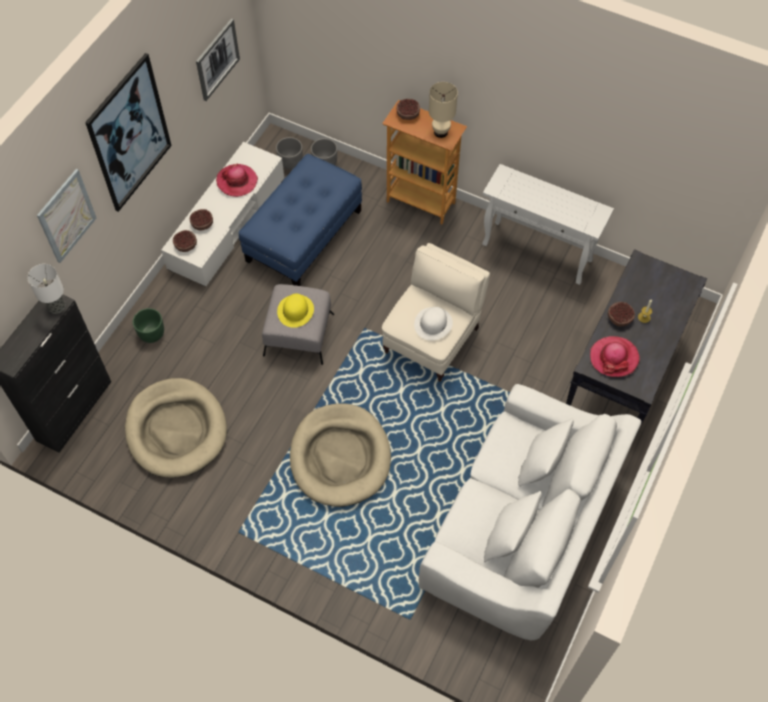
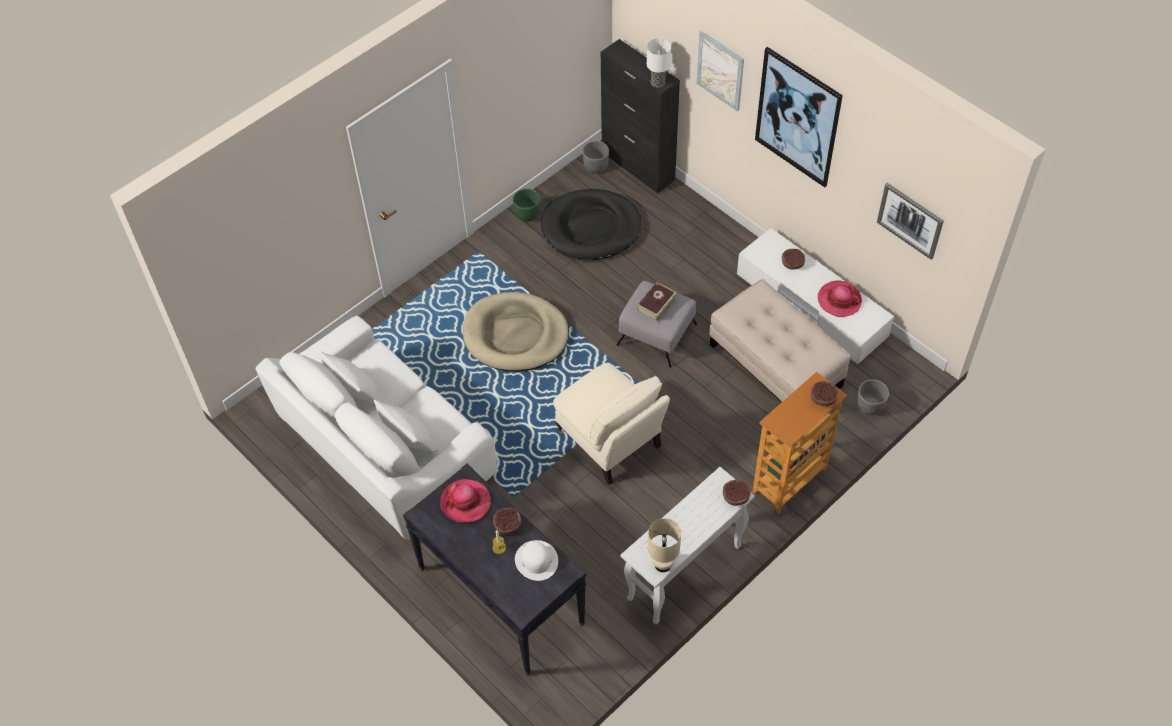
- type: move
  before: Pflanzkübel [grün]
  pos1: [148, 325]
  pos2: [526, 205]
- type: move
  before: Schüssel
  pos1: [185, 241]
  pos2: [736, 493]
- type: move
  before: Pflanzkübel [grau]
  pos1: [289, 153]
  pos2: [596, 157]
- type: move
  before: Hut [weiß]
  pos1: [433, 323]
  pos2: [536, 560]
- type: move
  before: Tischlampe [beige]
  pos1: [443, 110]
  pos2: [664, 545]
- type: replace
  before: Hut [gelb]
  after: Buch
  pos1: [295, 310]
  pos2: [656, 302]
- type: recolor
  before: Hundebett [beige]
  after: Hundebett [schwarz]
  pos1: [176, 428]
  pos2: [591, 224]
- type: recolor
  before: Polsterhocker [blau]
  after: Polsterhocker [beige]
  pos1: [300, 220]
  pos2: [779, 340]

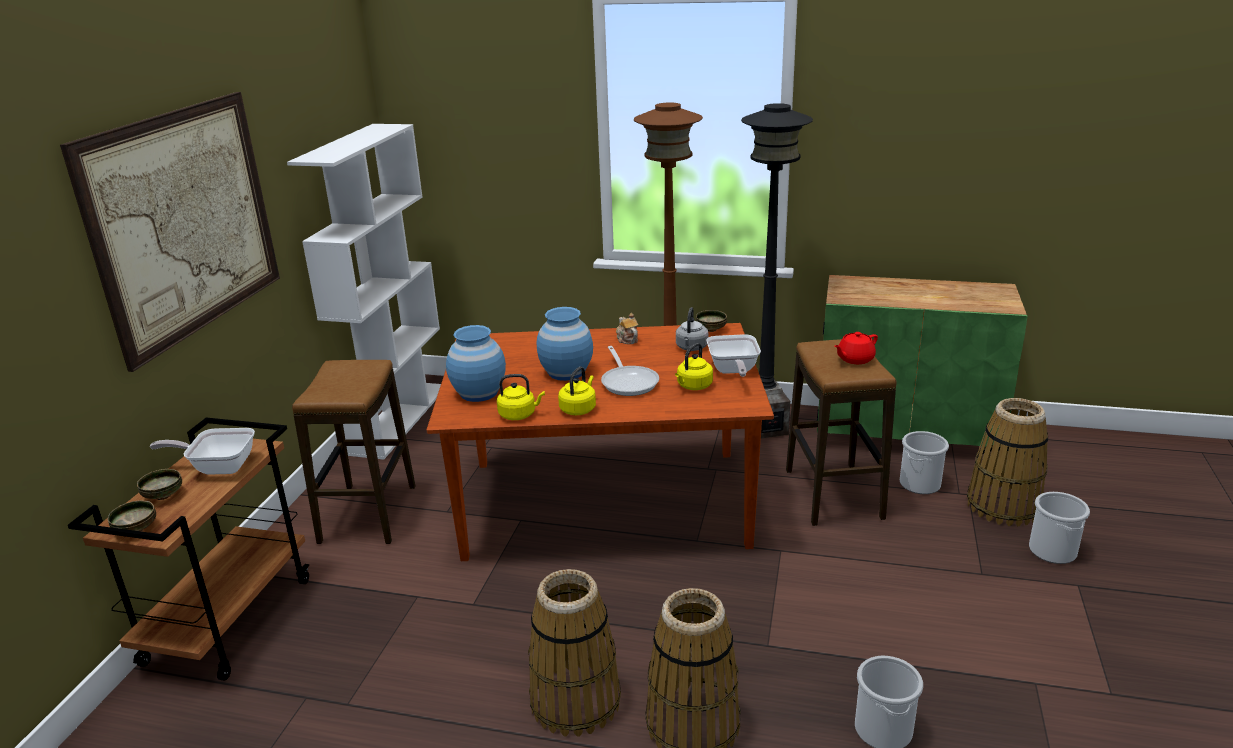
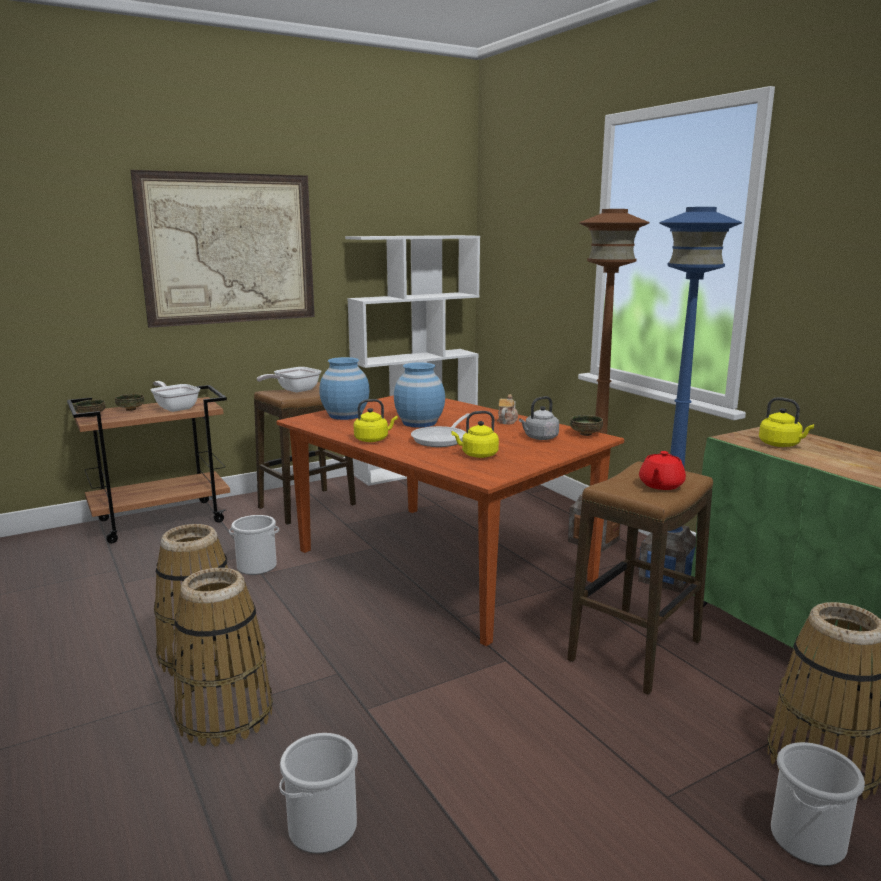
- type: move
  before: Wasserkessel [gelb]
  pos1: [521, 397]
  pos2: [786, 422]
- type: move
  before: Pfanne
  pos1: [733, 355]
  pos2: [288, 379]
- type: move
  before: Eimer
  pos1: [924, 462]
  pos2: [254, 545]
- type: recolor
  before: Stehlampe [schwarz]
  after: Stehlampe [blau]
  pos1: [777, 271]
  pos2: [690, 400]
- type: rotate
  before: Teekanne [rot]
  pos1: [856, 348]
  pos2: [662, 470]
  turn: -75

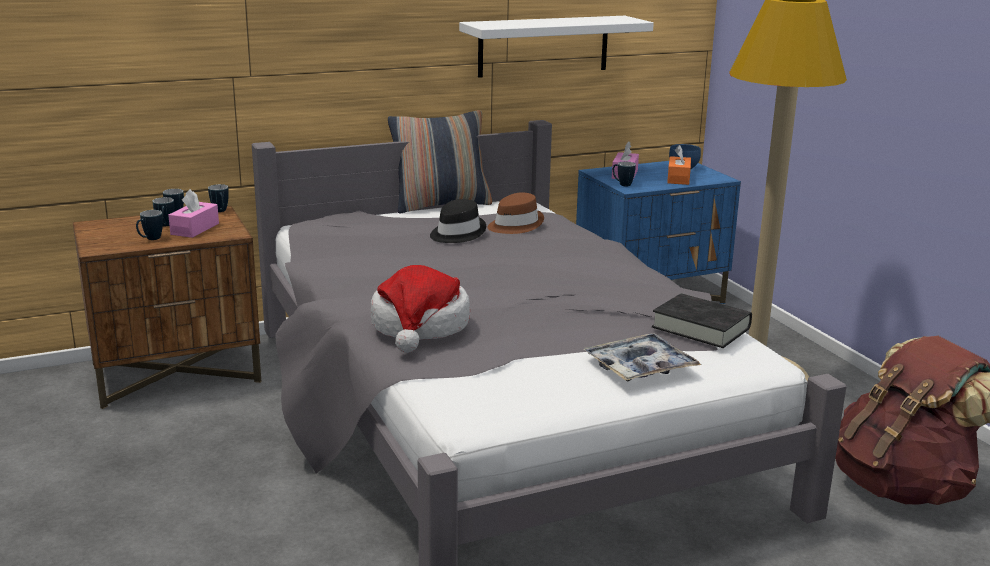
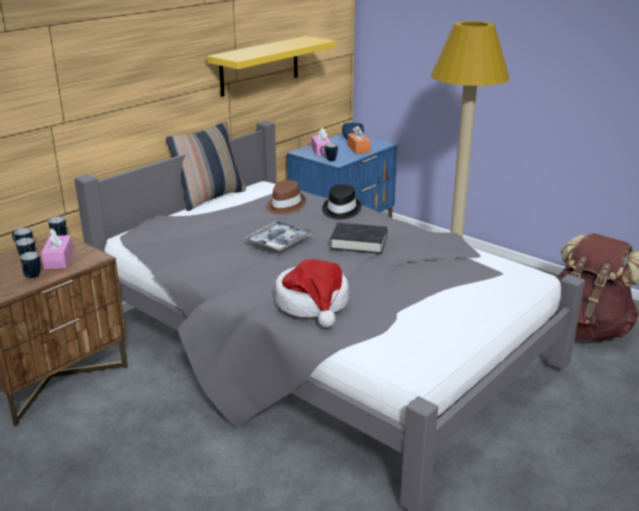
- type: move
  before: Hut [schwarz]
  pos1: [458, 221]
  pos2: [341, 202]
- type: move
  before: Tablett
  pos1: [642, 357]
  pos2: [279, 236]
- type: move
  before: Buch [schwarz]
  pos1: [702, 320]
  pos2: [358, 238]
- type: recolor
  before: Wandregal [weiß]
  after: Wandregal [gelb]
  pos1: [556, 47]
  pos2: [271, 66]

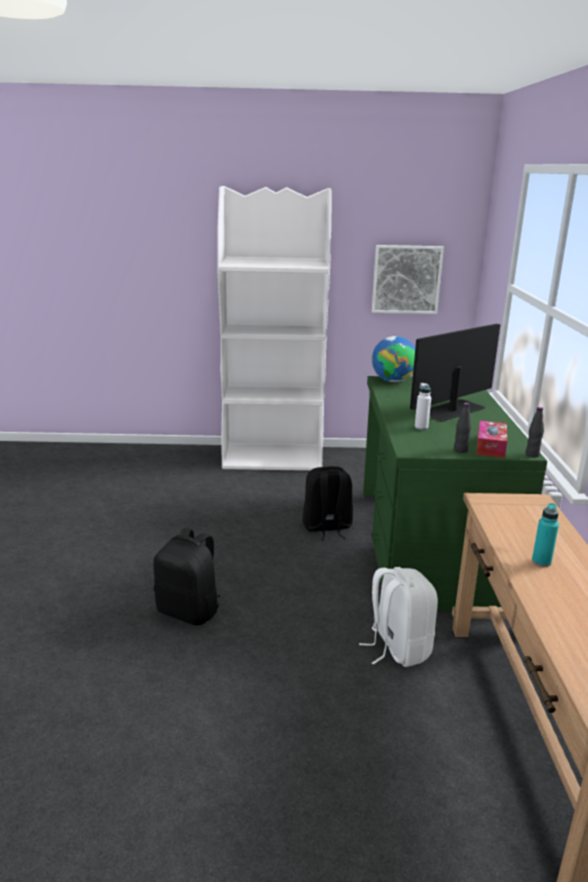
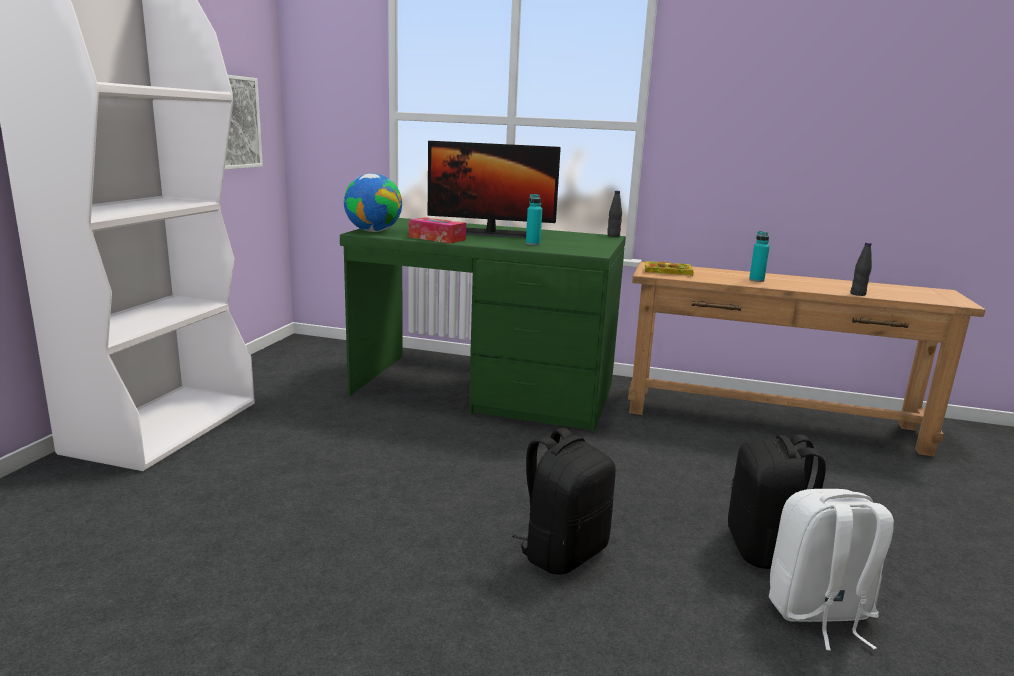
- type: insert
  after: Buch
  pos2: [669, 268]
- type: move
  before: Rucksack [schwarz]
  pos1: [327, 503]
  pos2: [777, 501]
- type: move
  before: Rucksack [weiß]
  pos1: [398, 617]
  pos2: [831, 570]
- type: move
  before: Flasche [schwarz]
  pos1: [462, 428]
  pos2: [861, 269]
- type: move
  before: Taschentuchbox
  pos1: [491, 439]
  pos2: [437, 230]
- type: recolor
  before: Flasche [weiß]
  after: Flasche [türkis]
  pos1: [423, 406]
  pos2: [534, 219]
- type: rotate
  before: Monitor
  pos1: [455, 373]
  pos2: [494, 189]
  turn: -60

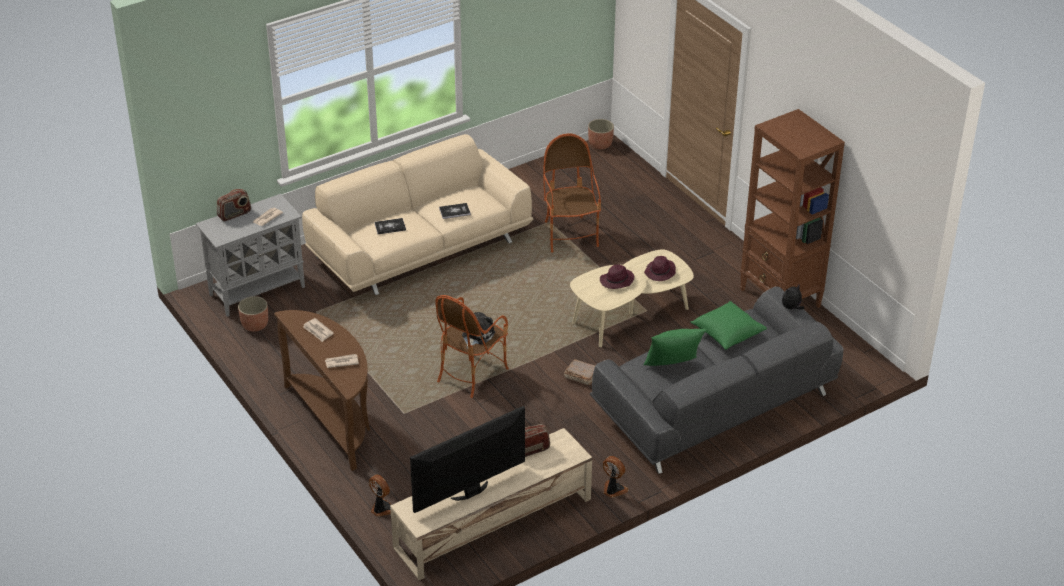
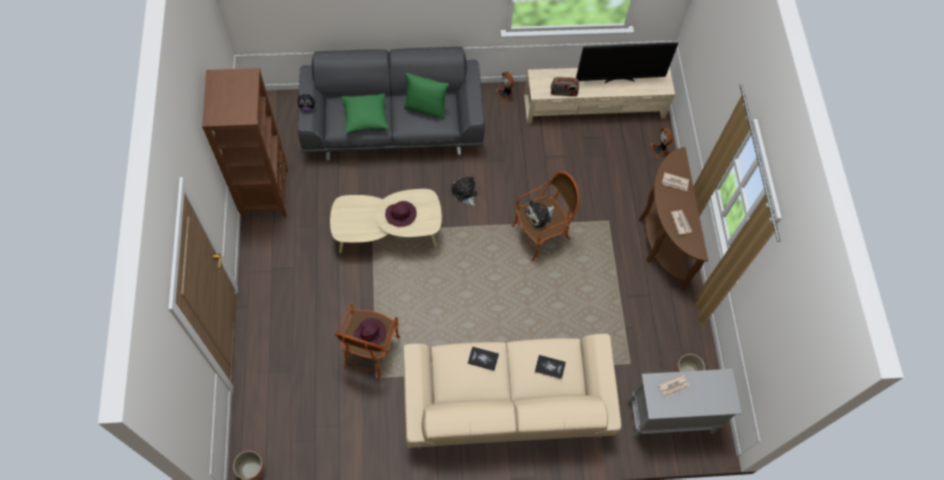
- type: delete
  before: Radio
  pos1: [234, 205]
- type: move
  before: Hut [lila]
  pos1: [660, 268]
  pos2: [370, 331]
- type: replace
  before: Buch [braun]
  after: Plüschtier
  pos1: [579, 372]
  pos2: [464, 191]

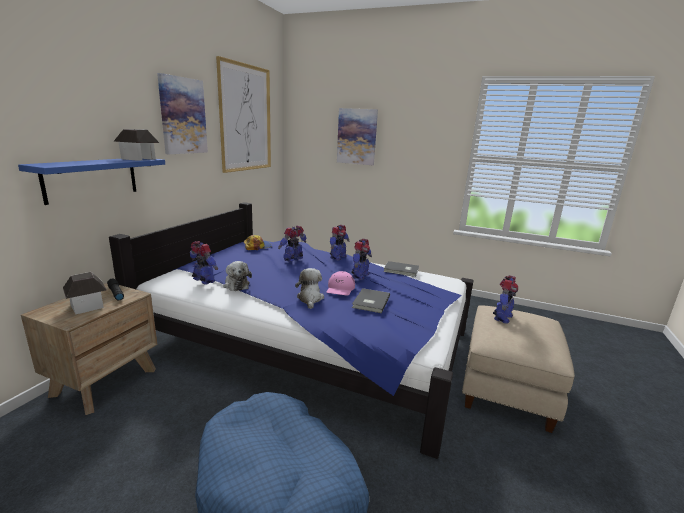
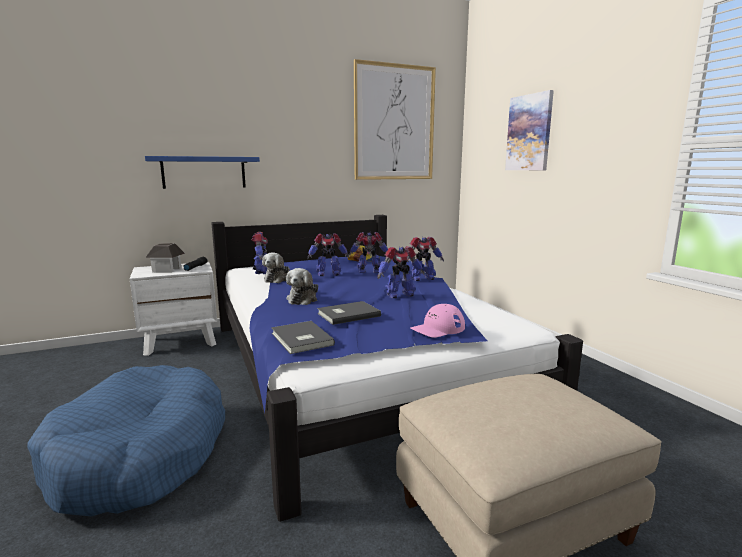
- type: delete
  before: Spielzeughaus
  pos1: [136, 145]
- type: delete
  before: Bild
  pos1: [182, 113]
- type: move
  before: Kappe [rosa]
  pos1: [341, 283]
  pos2: [437, 321]
- type: move
  before: Buch [grau]
  pos1: [401, 269]
  pos2: [303, 337]
- type: move
  before: Spielzeugroboter
  pos1: [506, 299]
  pos2: [328, 254]
- type: recolor
  before: Nachttisch [braun]
  after: Nachttisch [weiß]
  pos1: [89, 349]
  pos2: [173, 309]
- type: rotate
  before: Plüschtier
  pos1: [309, 288]
  pos2: [302, 286]
  turn: 150

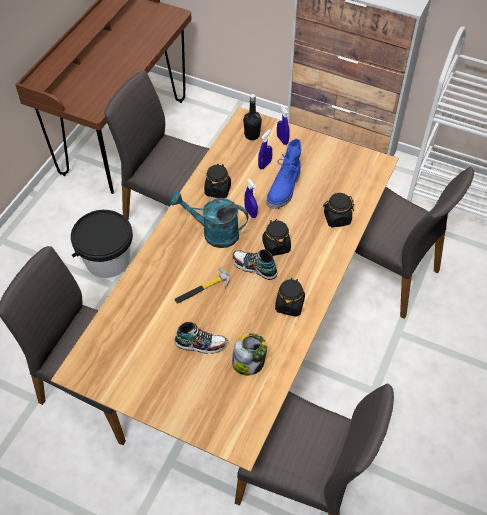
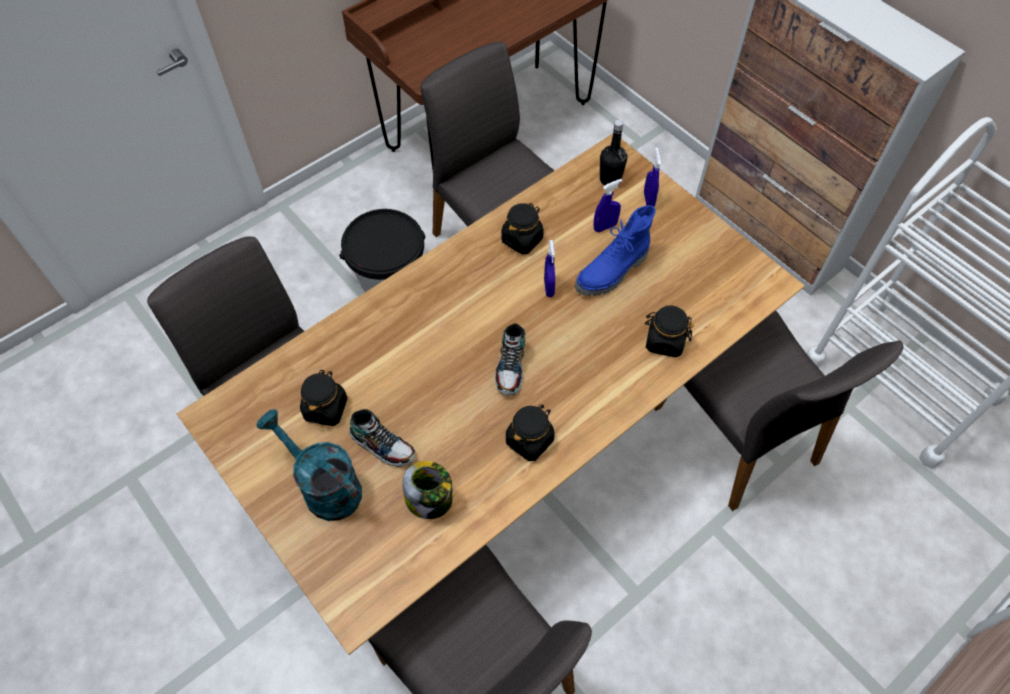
- type: delete
  before: Hammer
  pos1: [202, 285]
- type: move
  before: Gießkanne [türkis]
  pos1: [209, 219]
  pos2: [309, 465]
- type: move
  before: Vorratsglas [schwarz]
  pos1: [276, 237]
  pos2: [324, 398]
- type: rotate
  before: Schuh
  pos1: [255, 264]
  pos2: [510, 359]
  turn: -135

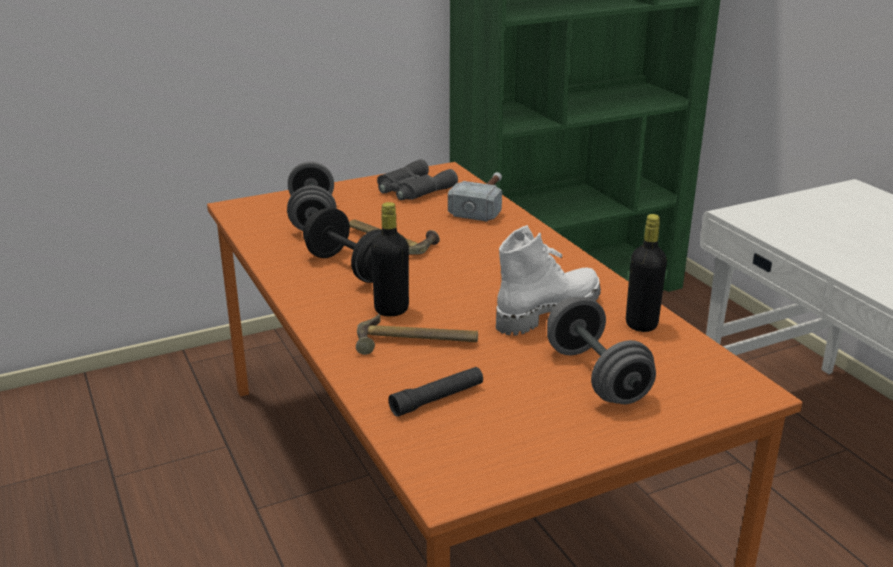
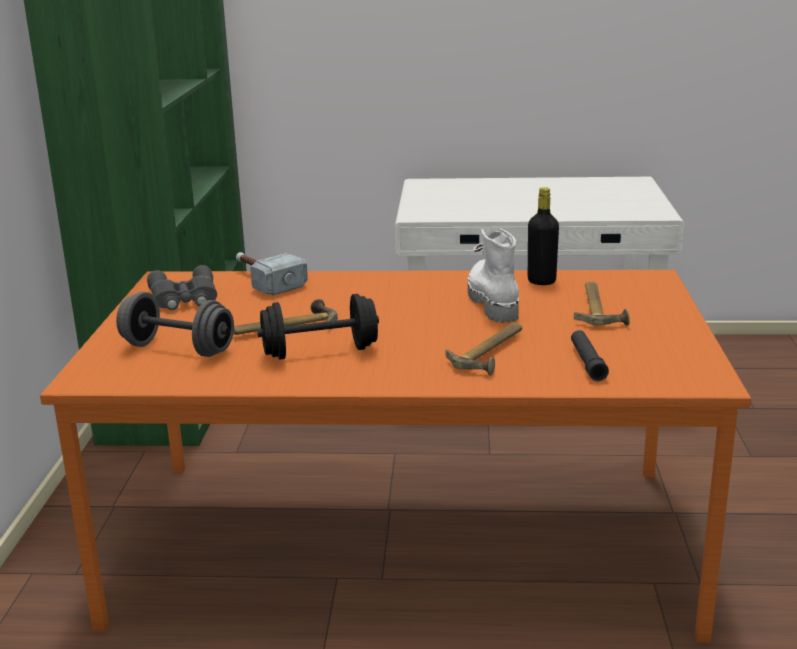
- type: delete
  before: Flasche [schwarz]
  pos1: [390, 259]
- type: replace
  before: Hantel [grau]
  after: Hammer
  pos1: [601, 350]
  pos2: [602, 304]

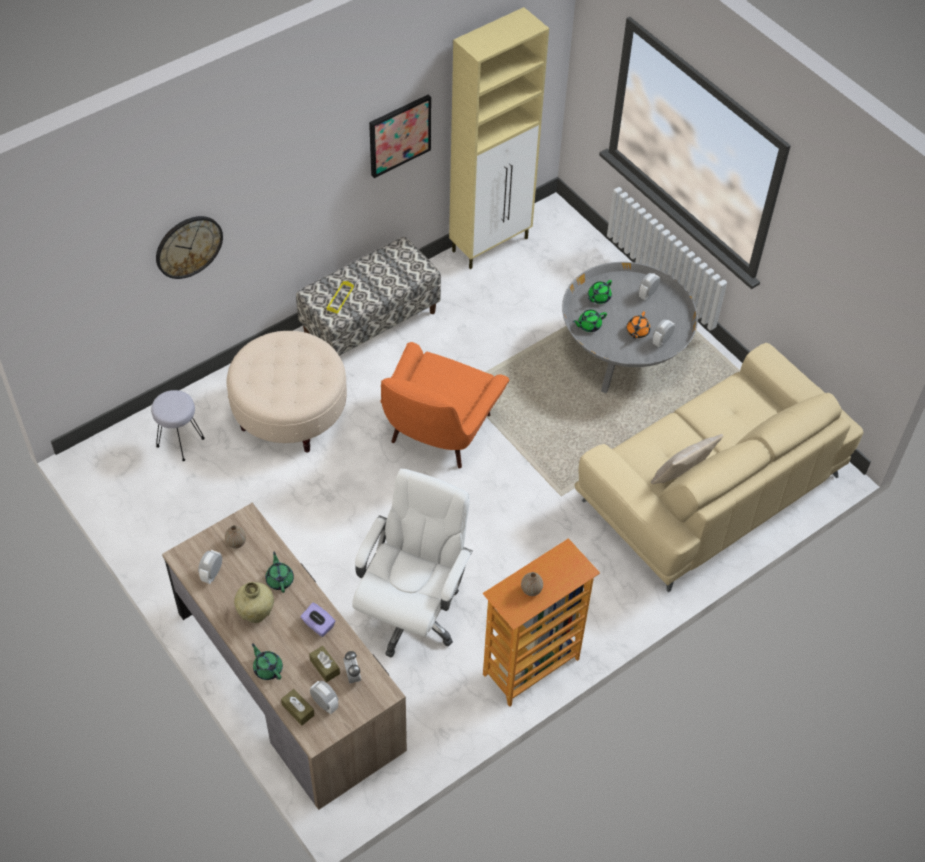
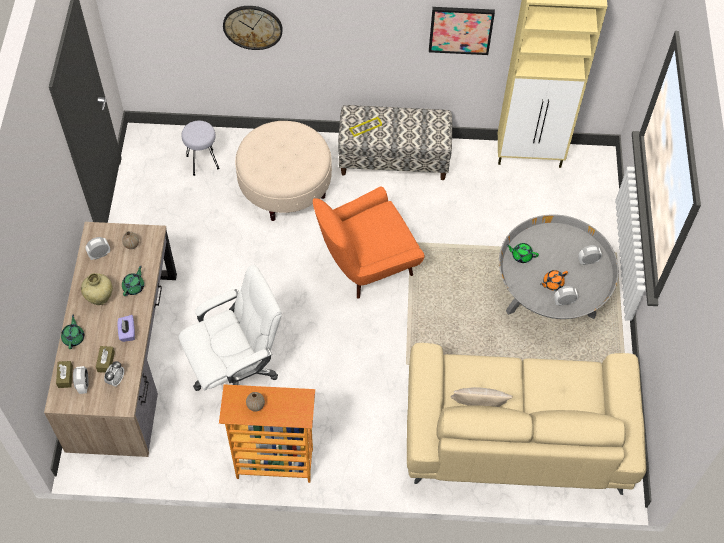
- type: delete
  before: Teekanne [grün]
  pos1: [600, 292]

